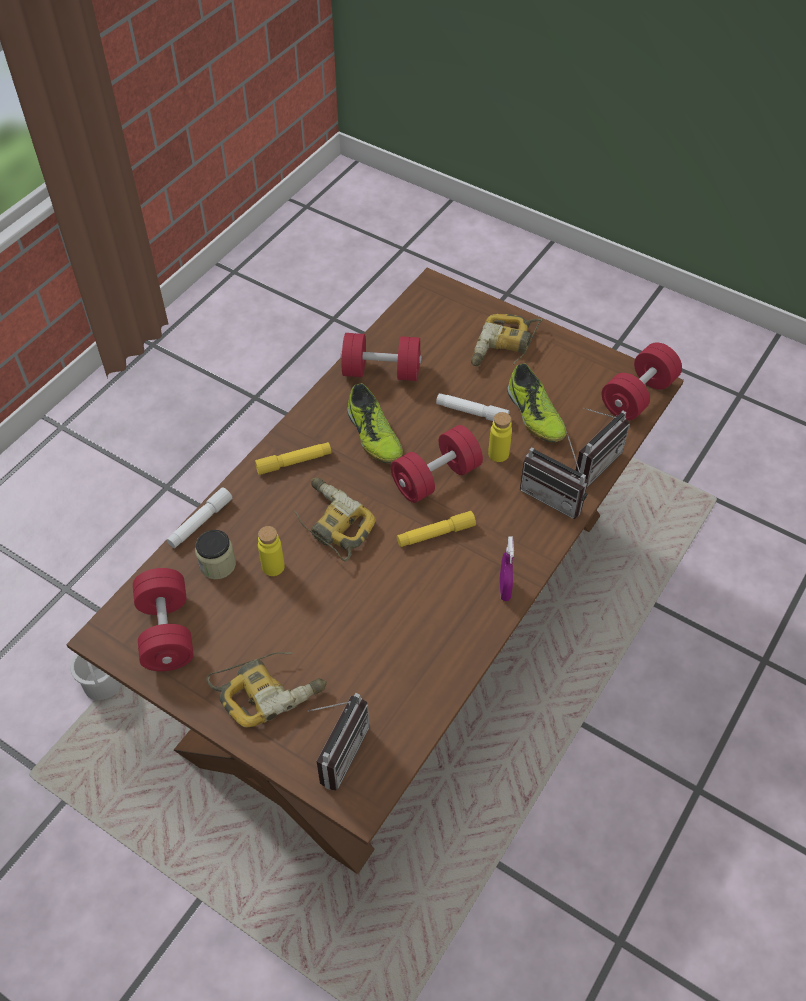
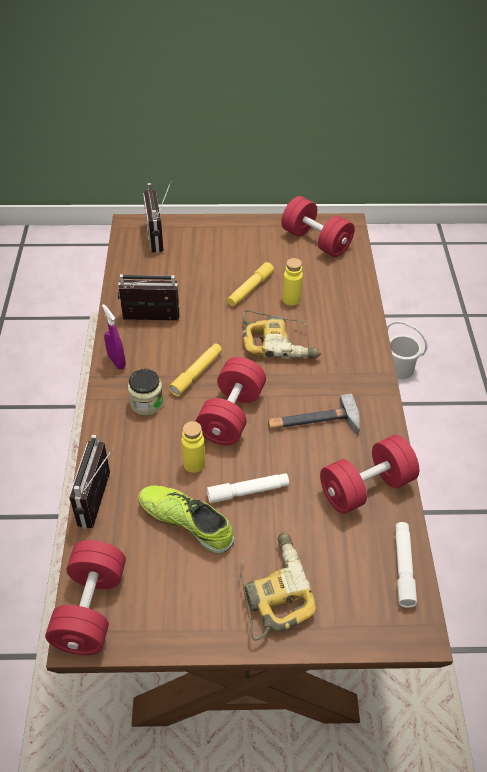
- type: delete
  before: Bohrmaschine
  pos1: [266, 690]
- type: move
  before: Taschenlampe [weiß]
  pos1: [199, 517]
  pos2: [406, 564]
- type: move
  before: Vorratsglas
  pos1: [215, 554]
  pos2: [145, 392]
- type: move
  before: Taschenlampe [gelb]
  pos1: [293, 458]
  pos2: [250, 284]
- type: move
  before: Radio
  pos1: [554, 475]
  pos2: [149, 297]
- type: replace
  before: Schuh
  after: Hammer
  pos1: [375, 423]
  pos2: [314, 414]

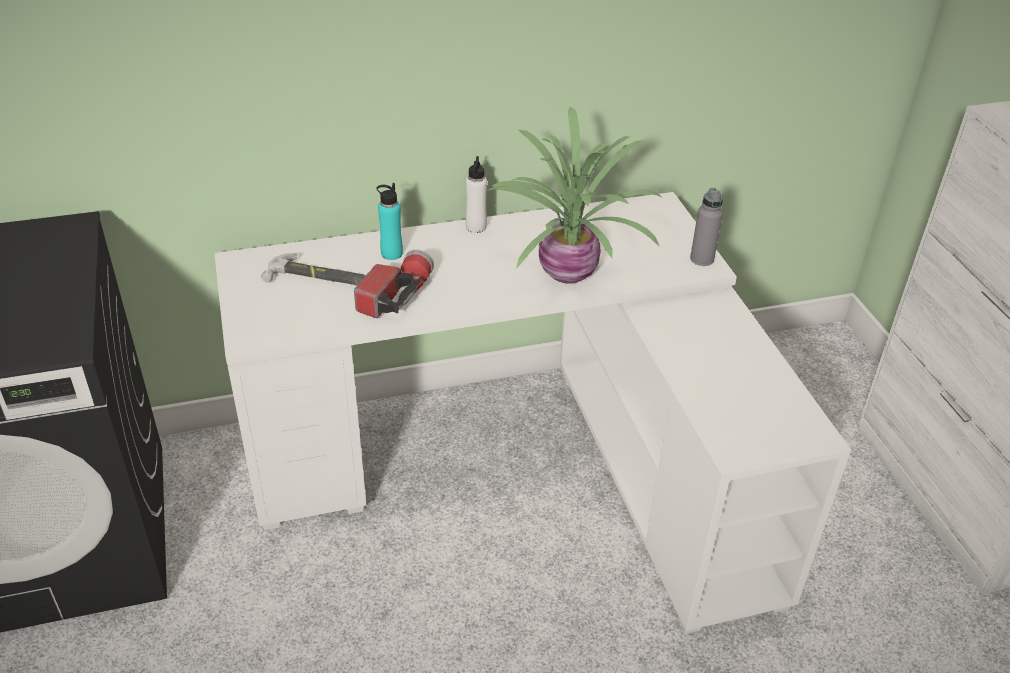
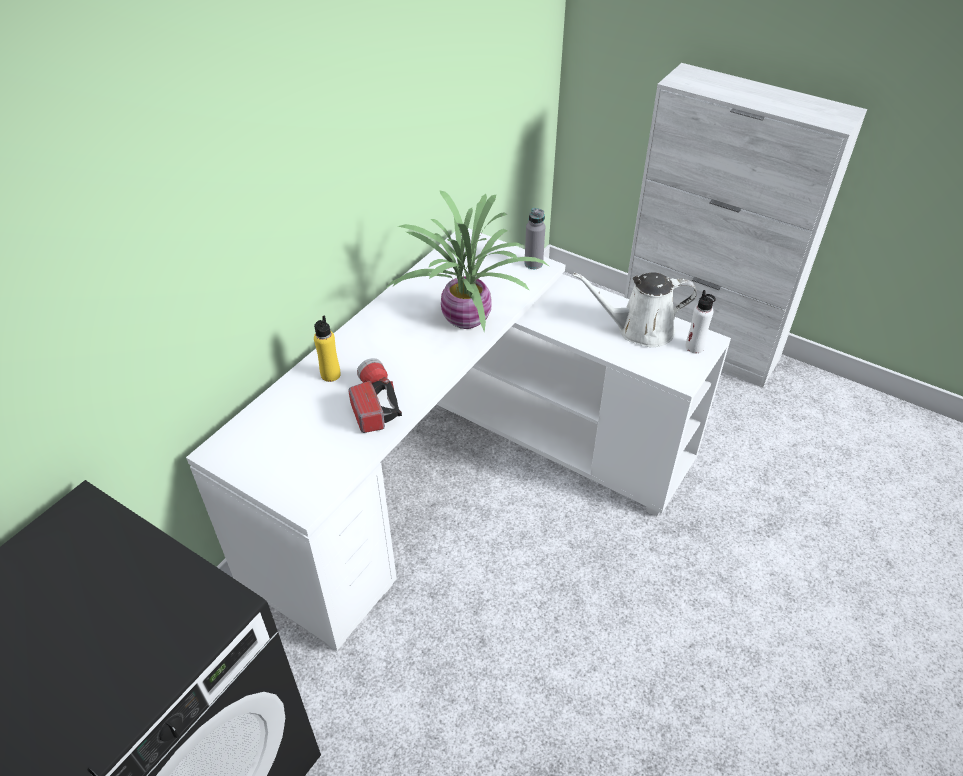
- type: delete
  before: Hammer
  pos1: [313, 269]
- type: insert
  after: Gießkanne [weiß]
  pos2: [635, 309]
- type: move
  before: Flasche [weiß]
  pos1: [476, 194]
  pos2: [700, 321]
- type: recolor
  before: Flasche [türkis]
  after: Flasche [gelb]
  pos1: [389, 221]
  pos2: [327, 348]

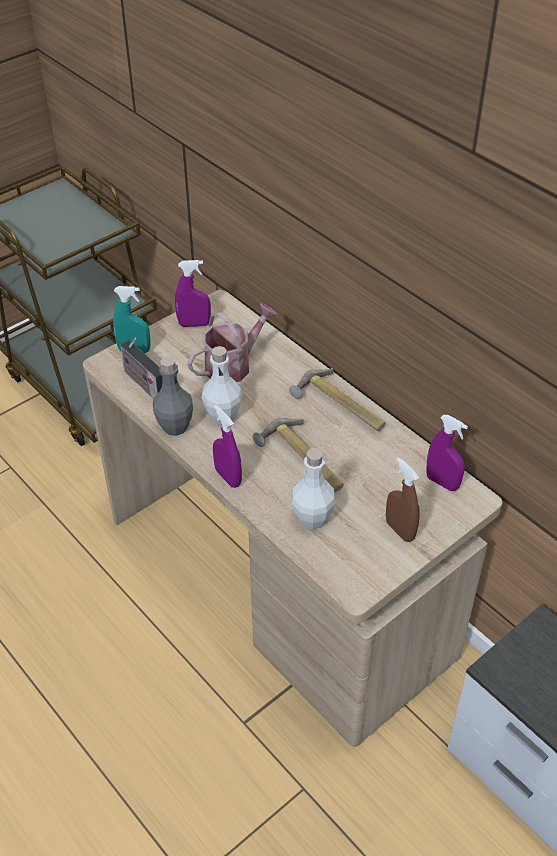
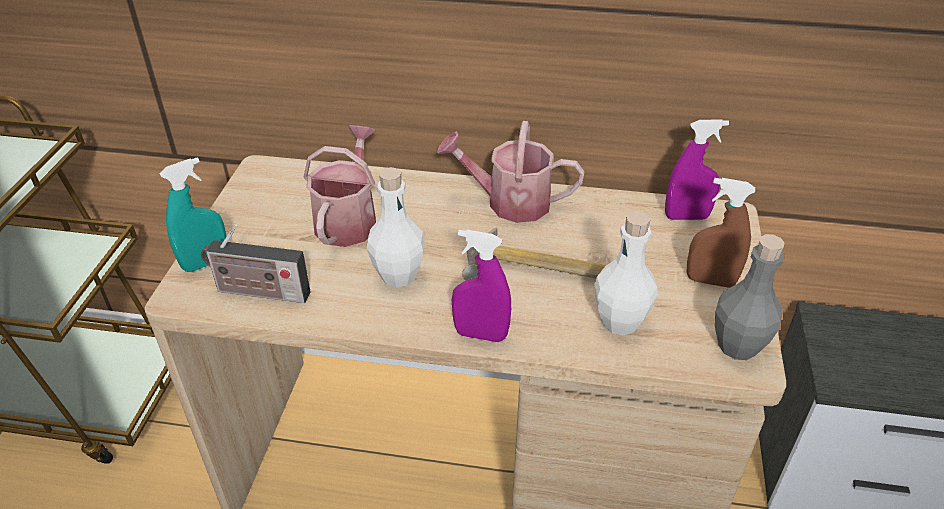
- type: delete
  before: Sprühflasche [lila]
  pos1: [193, 293]
- type: move
  before: Flasche [grau]
  pos1: [173, 396]
  pos2: [750, 297]
- type: replace
  before: Hammer
  after: Gießkanne
  pos1: [337, 399]
  pos2: [510, 172]

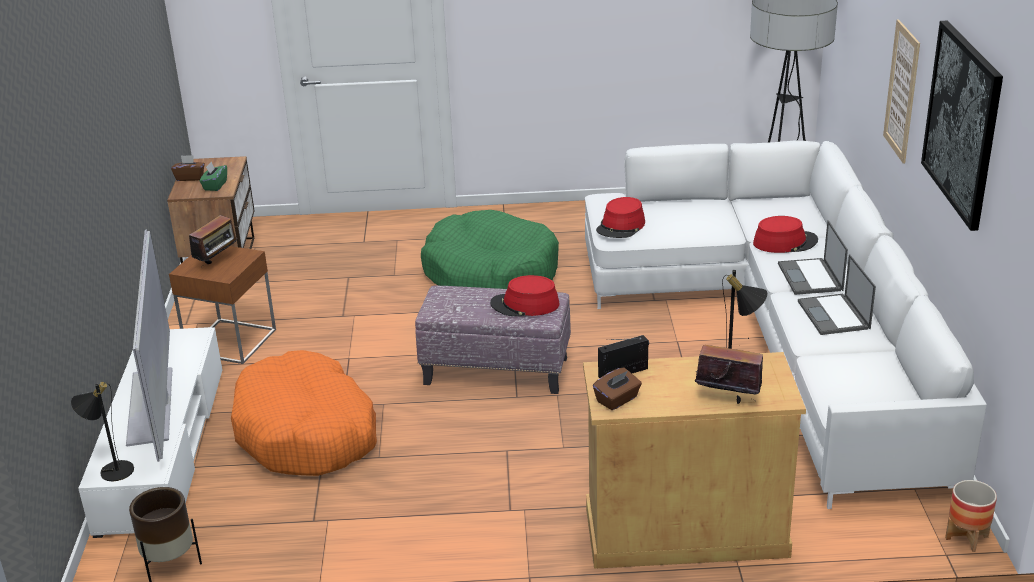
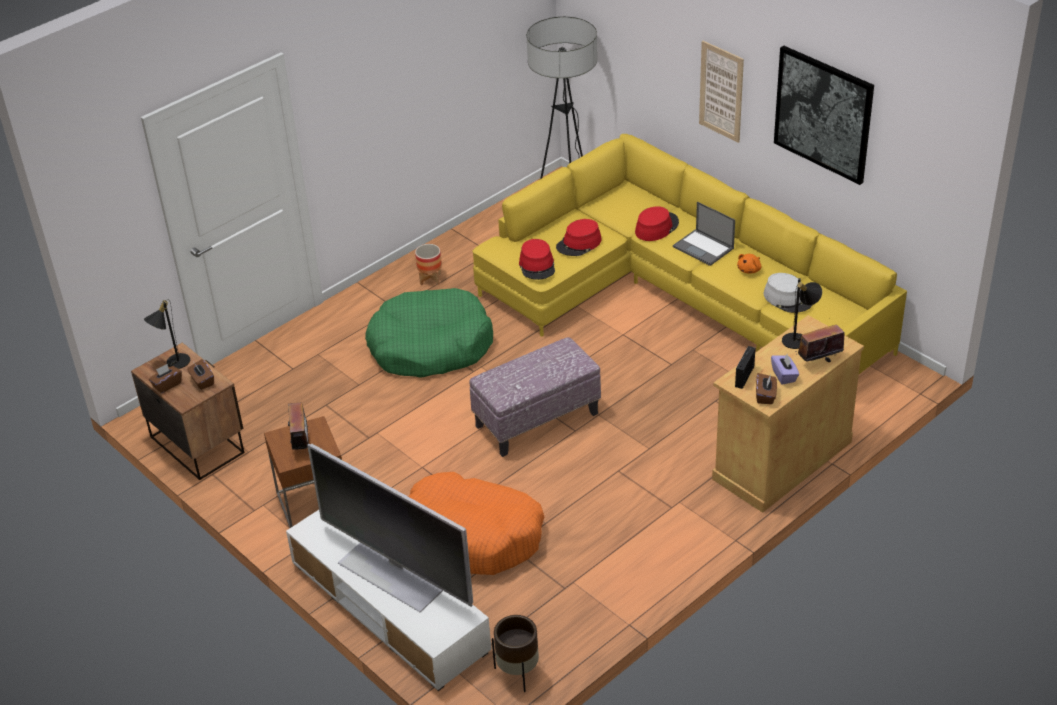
- type: insert
  after: Hut [grau]
  pos2: [788, 293]
- type: insert
  after: Taschentuchbox [lila]
  pos2: [785, 369]
- type: move
  before: Tischlampe [schwarz]
  pos1: [102, 431]
  pos2: [167, 334]
- type: move
  before: Hut [rot]
  pos1: [525, 295]
  pos2: [579, 237]
- type: move
  before: Pflanzkübel
  pos1: [971, 516]
  pos2: [428, 264]
- type: replace
  before: Laptop
  after: Plüschtier [orange]
  pos1: [837, 294]
  pos2: [749, 264]
- type: recolor
  before: Taschentuchbox [grün]
  after: Taschentuchbox [braun]
  pos1: [213, 176]
  pos2: [200, 374]
- type: recolor
  before: Sofa [weiß]
  after: Sofa [gelb]
  pos1: [786, 325]
  pos2: [689, 254]

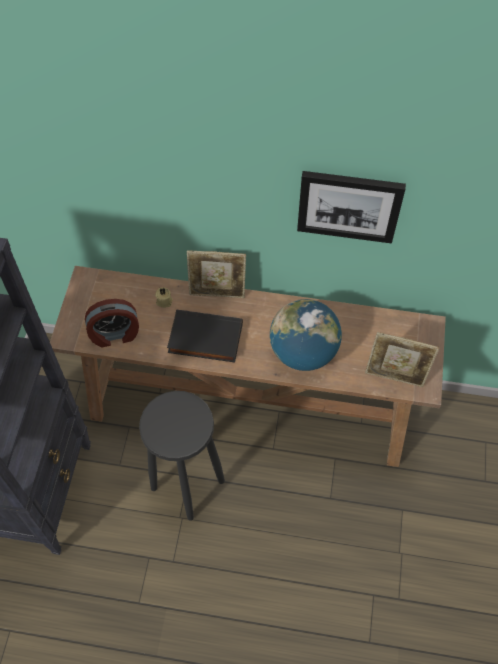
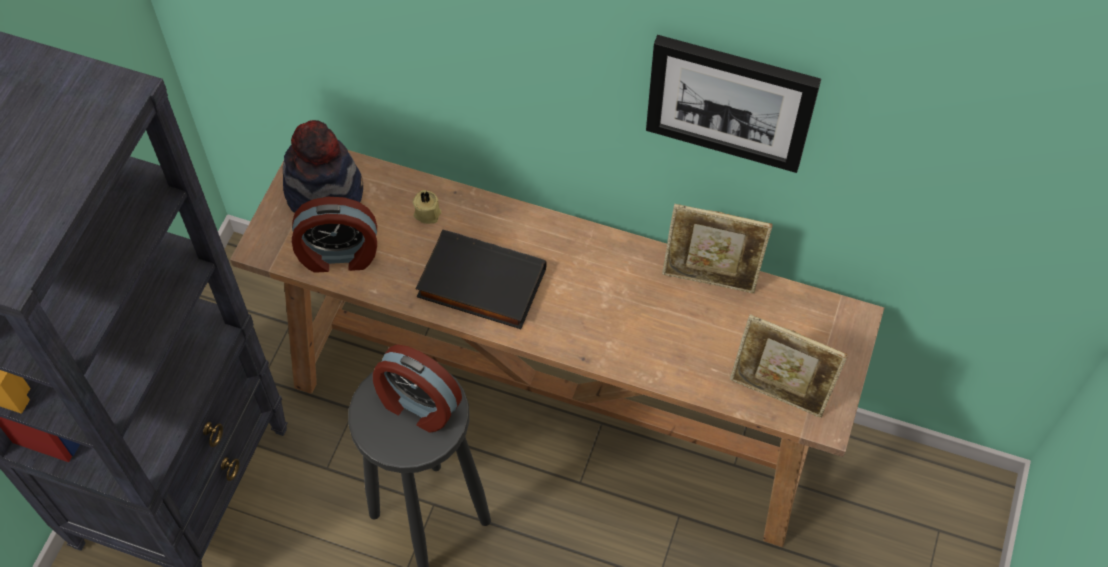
- type: delete
  before: Globus
  pos1: [306, 335]
- type: insert
  after: Hut
  pos2: [323, 166]
- type: insert
  after: Wecker
  pos2: [417, 388]
- type: move
  before: Bilderrahmen
  pos1: [216, 274]
  pos2: [717, 248]

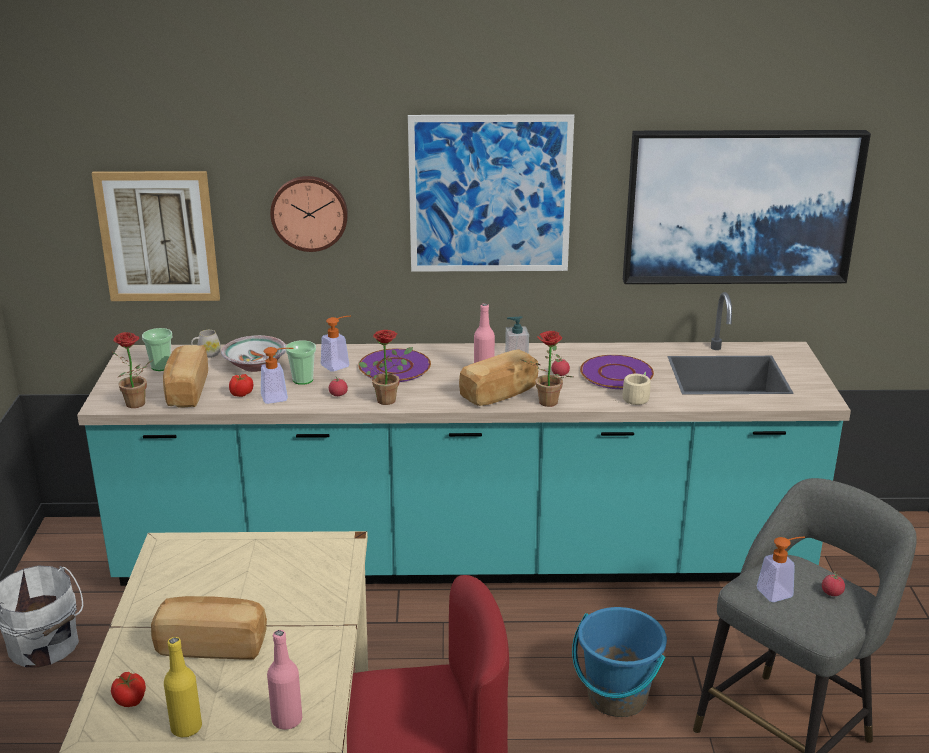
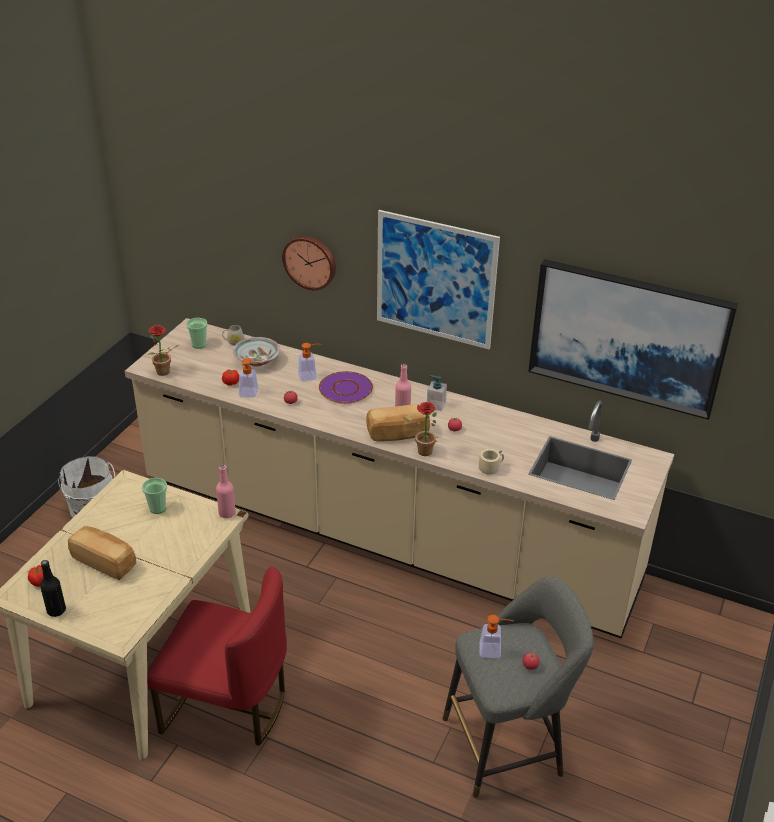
- type: delete
  before: Bild
  pos1: [156, 236]
- type: delete
  before: Brot
  pos1: [185, 376]
- type: delete
  before: Topfpflanze
  pos1: [386, 367]
- type: delete
  before: Eimer [blau]
  pos1: [619, 662]
- type: delete
  before: Teller [lila]
  pos1: [617, 372]
- type: move
  before: Flasche [rosa]
  pos1: [284, 680]
  pos2: [226, 491]
- type: move
  before: Tasse
  pos1: [300, 362]
  pos2: [154, 496]
- type: recolor
  before: Küchenzeile [türkis]
  after: Küchenzeile [beige]
  pos1: [464, 439]
  pos2: [399, 478]
- type: recolor
  before: Flasche [gelb]
  after: Flasche [schwarz]
  pos1: [183, 687]
  pos2: [53, 588]

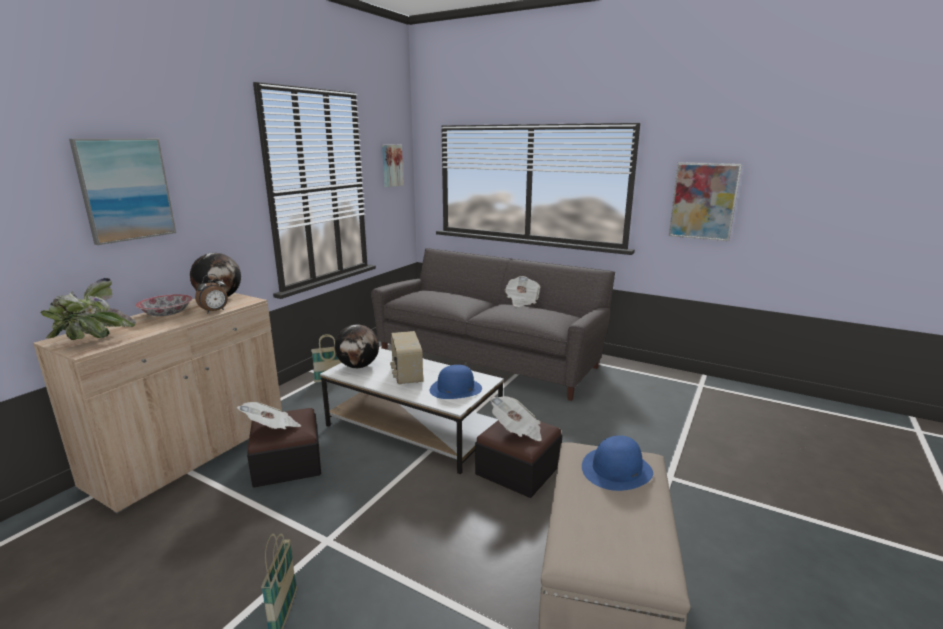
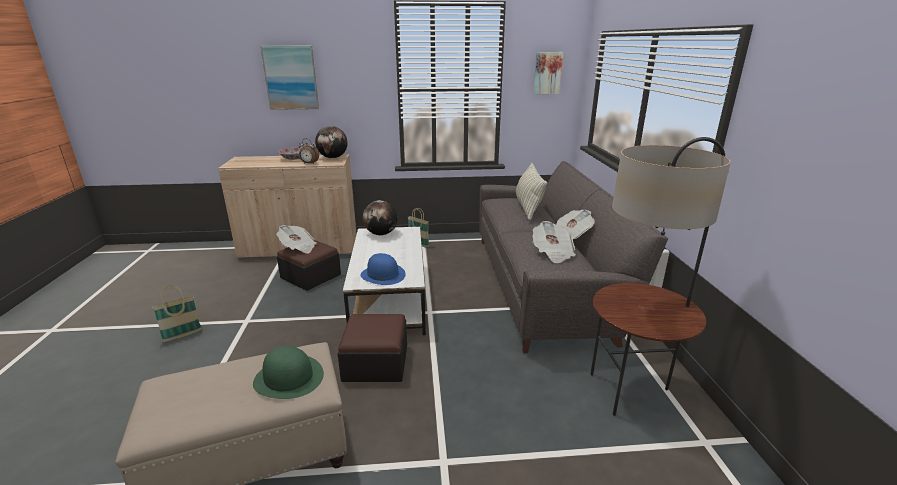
- type: delete
  before: Topfpflanze
  pos1: [88, 309]
- type: delete
  before: Radio
  pos1: [406, 358]
- type: delete
  before: Bild
  pos1: [705, 202]
- type: insert
  after: Kissen
  pos2: [531, 191]
- type: insert
  after: Stehlampe
  pos2: [660, 276]
- type: move
  before: Zeitung
  pos1: [516, 418]
  pos2: [554, 242]
- type: recolor
  before: Hut [blau]
  after: Hut [grün]
  pos1: [617, 463]
  pos2: [288, 372]

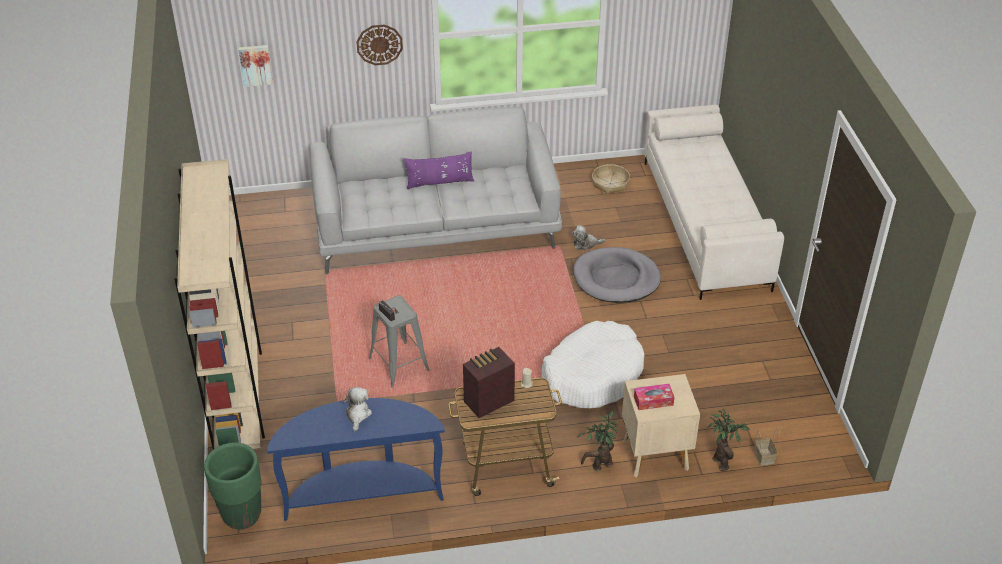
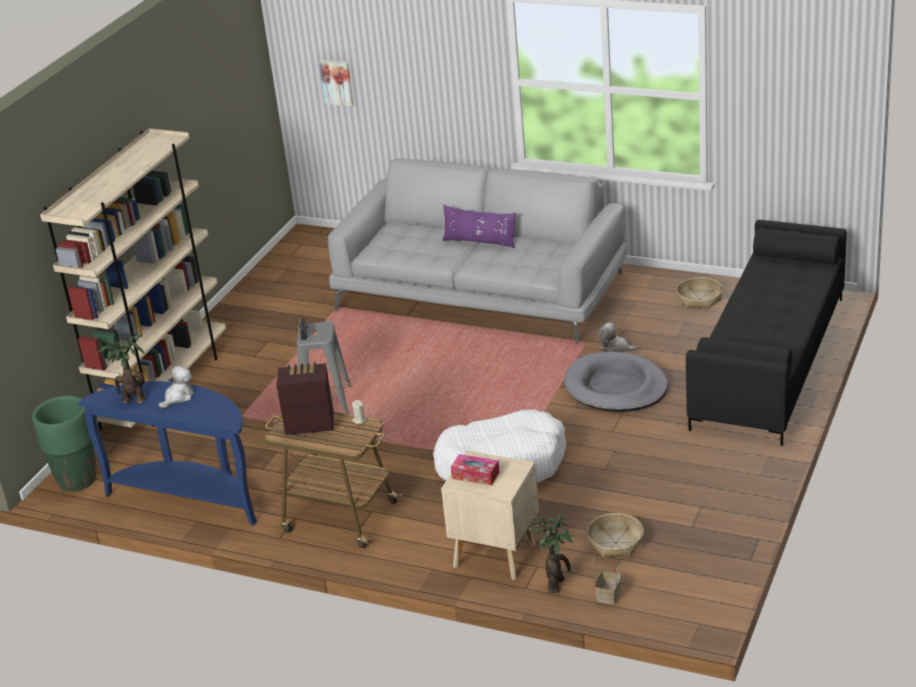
- type: delete
  before: Wanduhr
  pos1: [380, 45]
- type: insert
  after: Korb
  pos2: [615, 535]
- type: move
  before: Topfpflanze
  pos1: [596, 441]
  pos2: [121, 368]
- type: recolor
  before: Sofa [weiß]
  after: Sofa [schwarz]
  pos1: [714, 202]
  pos2: [766, 333]

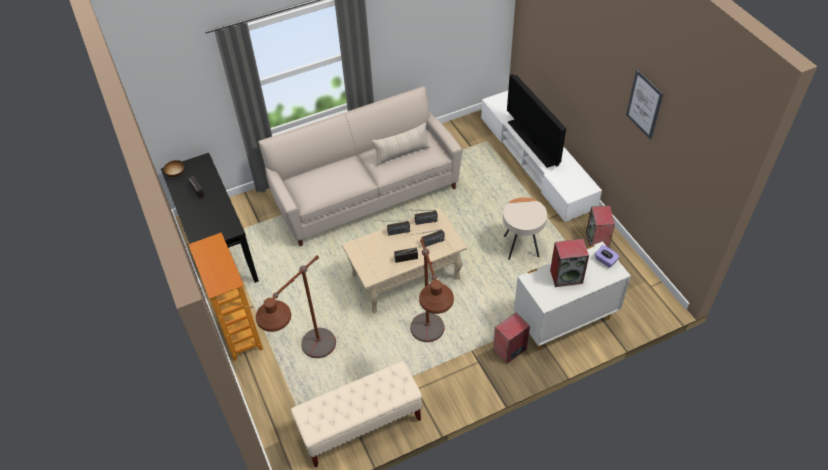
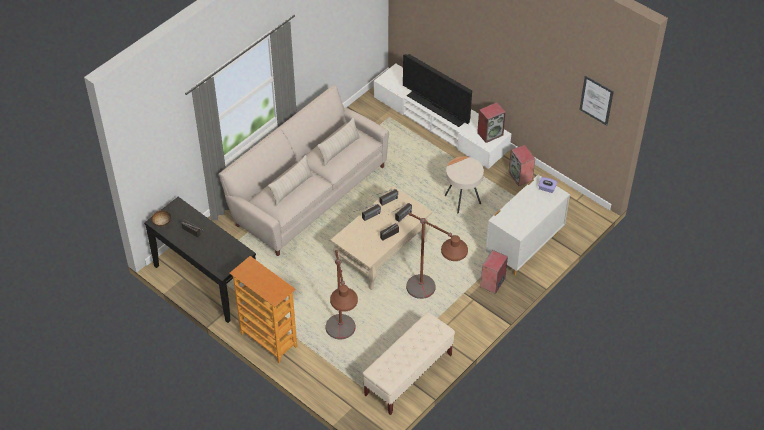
- type: insert
  after: Kissen [beige]
  pos2: [290, 180]
- type: move
  before: Lautsprecher
  pos1: [569, 263]
  pos2: [491, 122]
- type: move
  before: Bild
  pos1: [644, 104]
  pos2: [596, 100]

